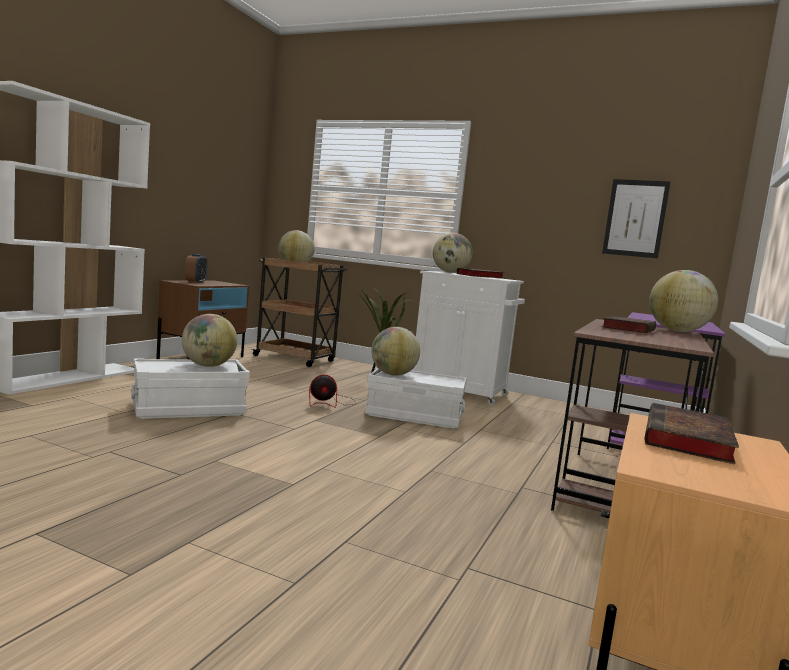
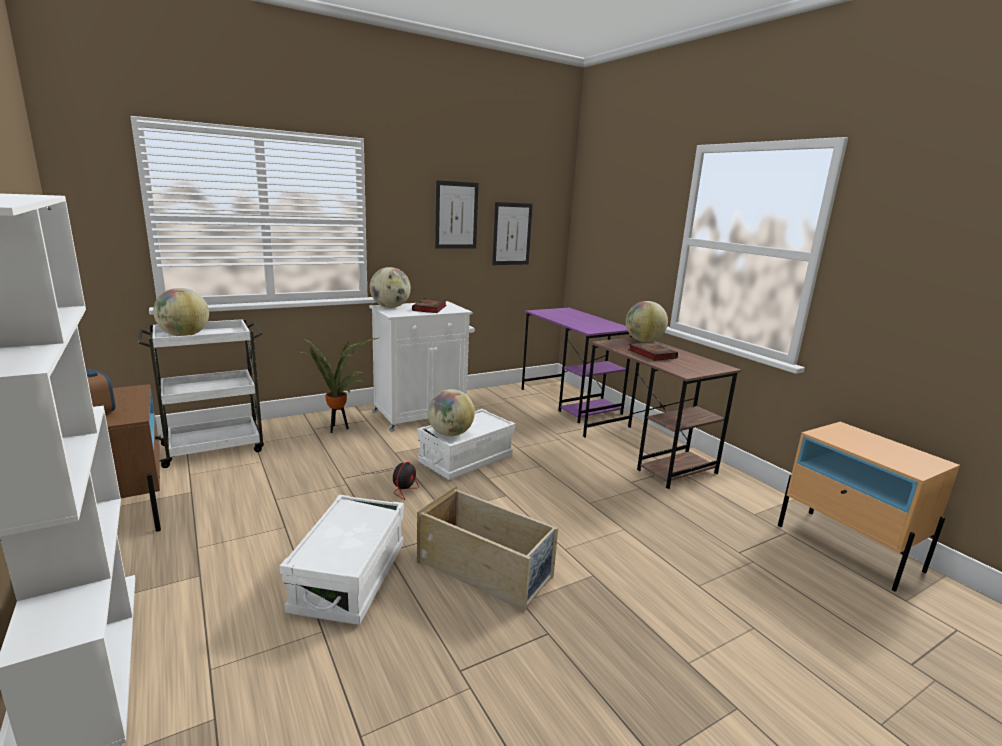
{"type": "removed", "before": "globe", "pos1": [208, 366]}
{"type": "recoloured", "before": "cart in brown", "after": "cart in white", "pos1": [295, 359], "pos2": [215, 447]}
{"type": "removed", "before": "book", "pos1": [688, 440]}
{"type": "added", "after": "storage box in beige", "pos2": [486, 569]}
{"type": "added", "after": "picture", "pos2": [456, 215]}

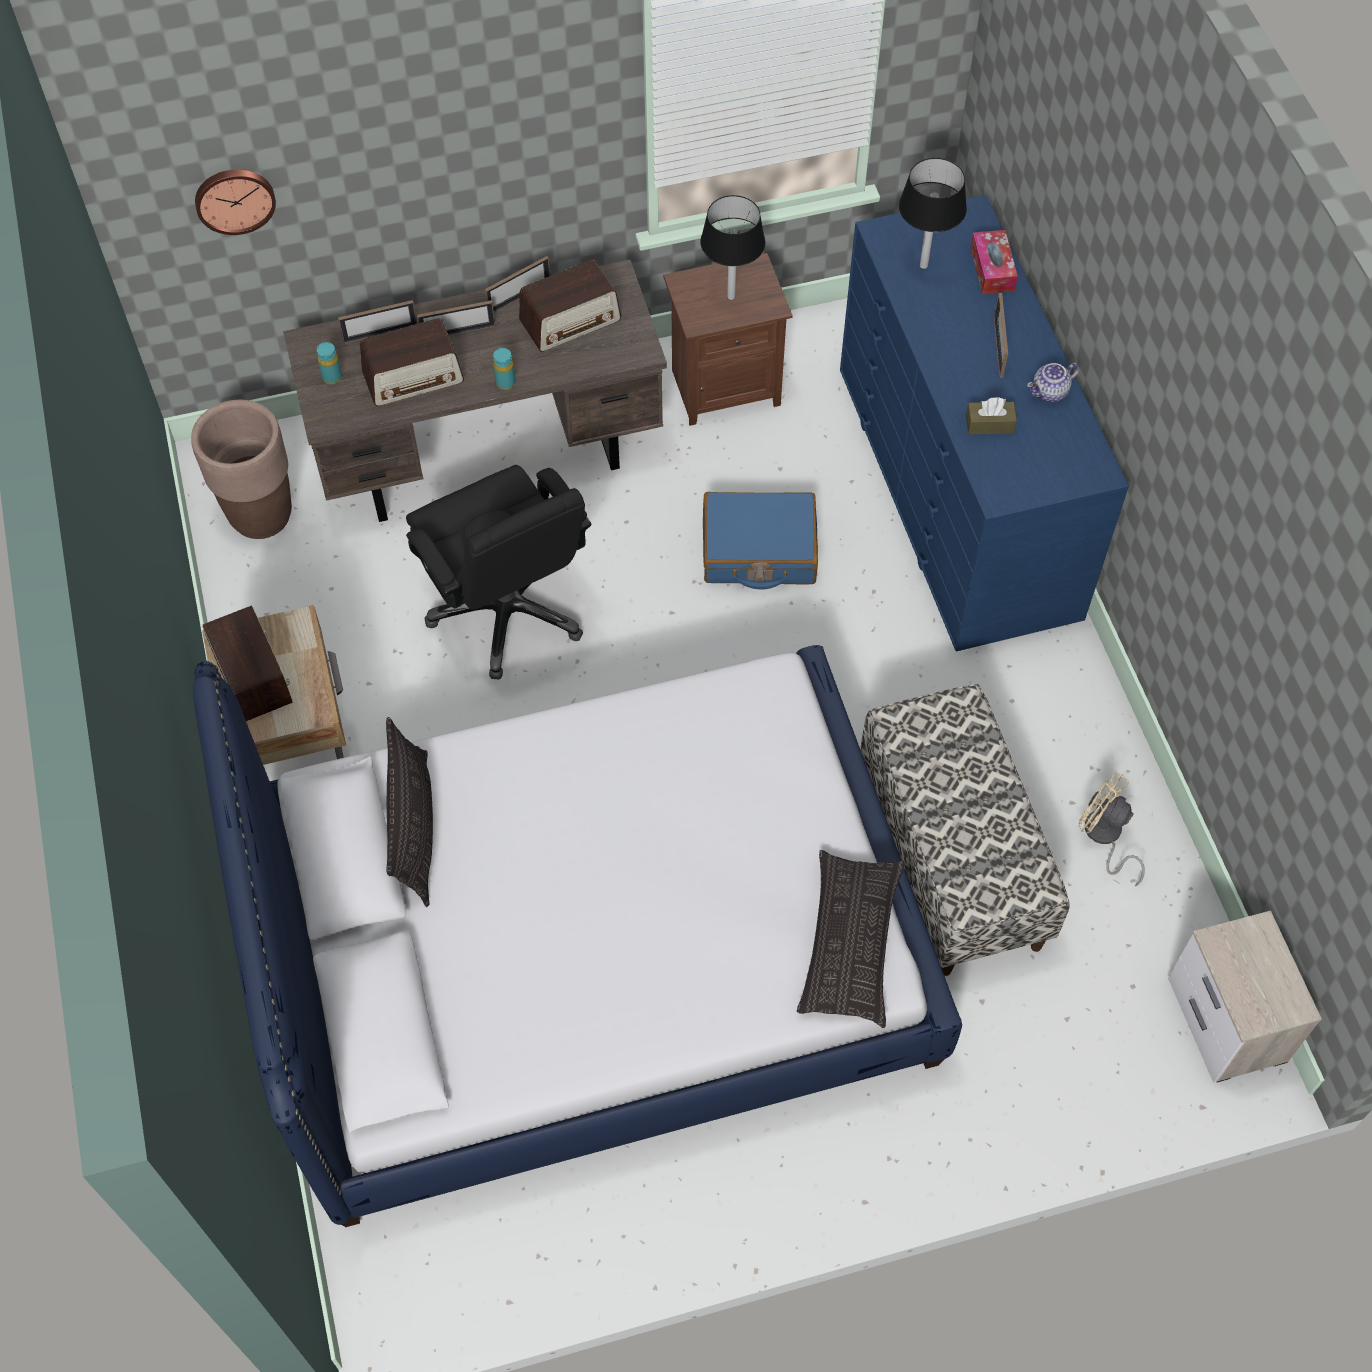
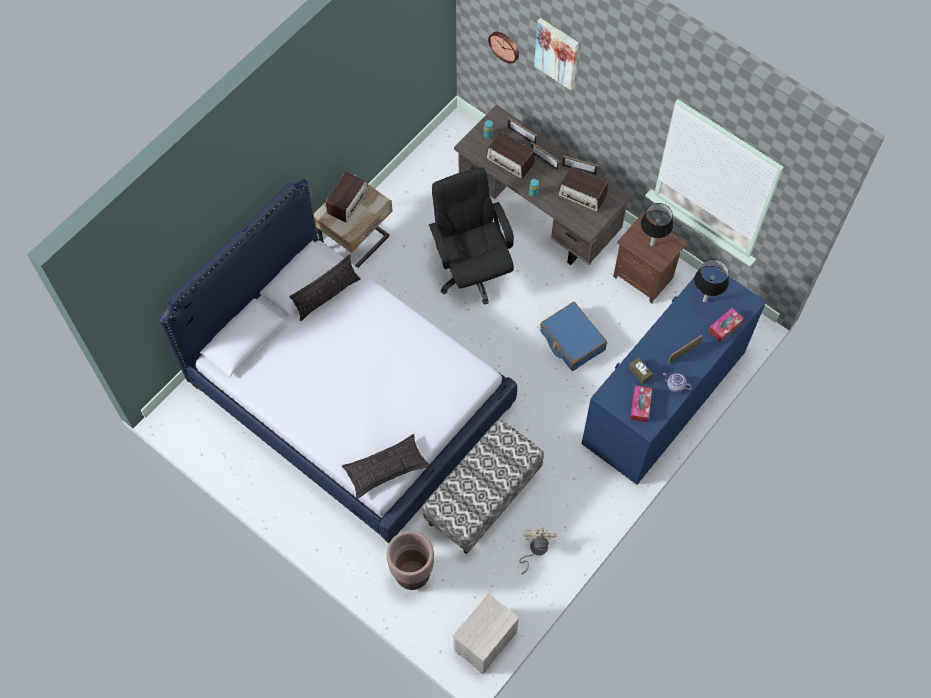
{"type": "moved", "before": "planter in brown", "pos1": [261, 516], "pos2": [412, 574]}
{"type": "turned", "before": "office chair in black", "pos1": [508, 612], "pos2": [471, 271], "turn": 135}
{"type": "added", "after": "picture", "pos2": [557, 53]}
{"type": "added", "after": "tissue box", "pos2": [640, 406]}

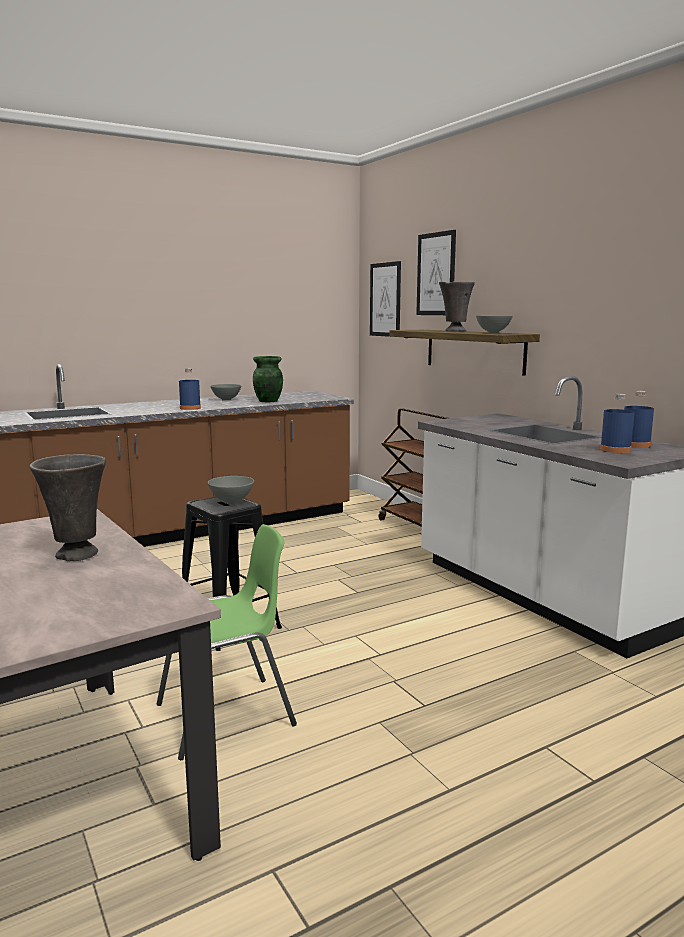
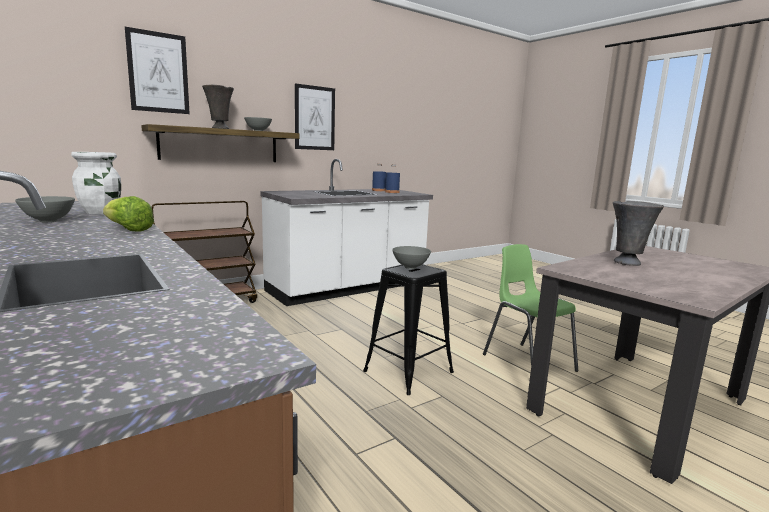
{"type": "replaced", "before": "bottle in blue", "after": "lettuce", "pos1": [190, 408], "pos2": [128, 230]}
{"type": "recoloured", "before": "vase in green", "after": "vase in white", "pos1": [268, 401], "pos2": [101, 212]}
{"type": "moved", "before": "picture", "pos1": [385, 299], "pos2": [314, 118]}

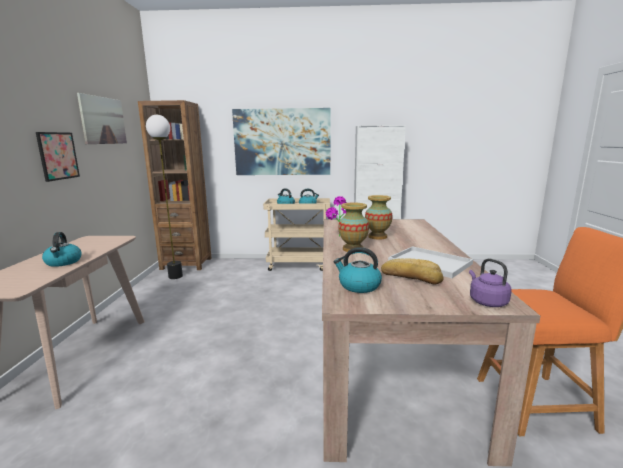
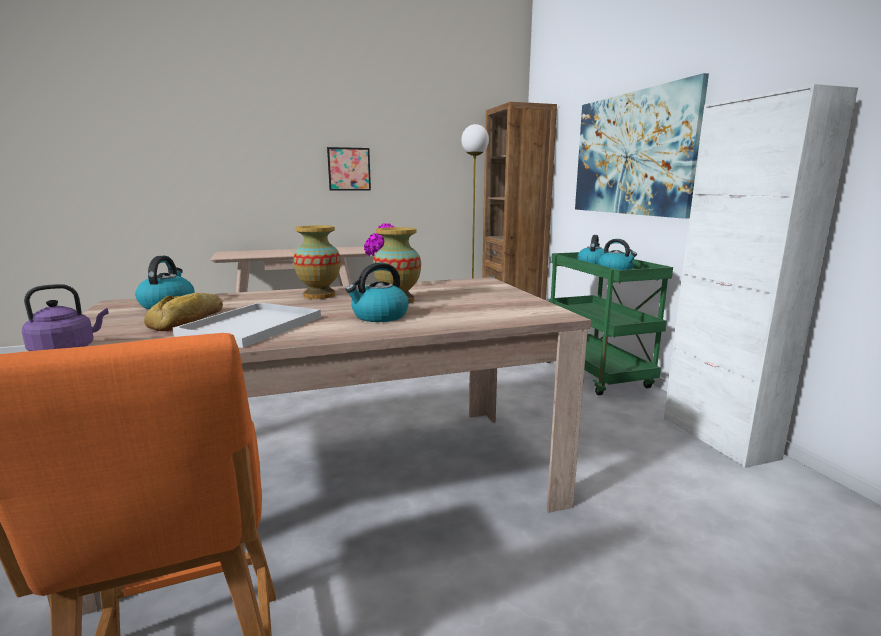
{"type": "moved", "before": "kettle", "pos1": [63, 262], "pos2": [379, 316]}
{"type": "removed", "before": "picture", "pos1": [103, 120]}
{"type": "recoloured", "before": "cart in beige", "after": "cart in green", "pos1": [299, 265], "pos2": [598, 375]}

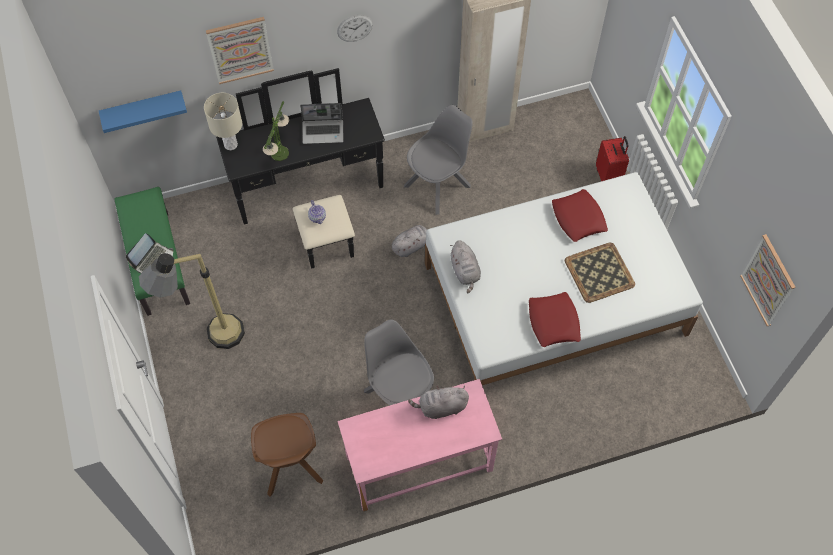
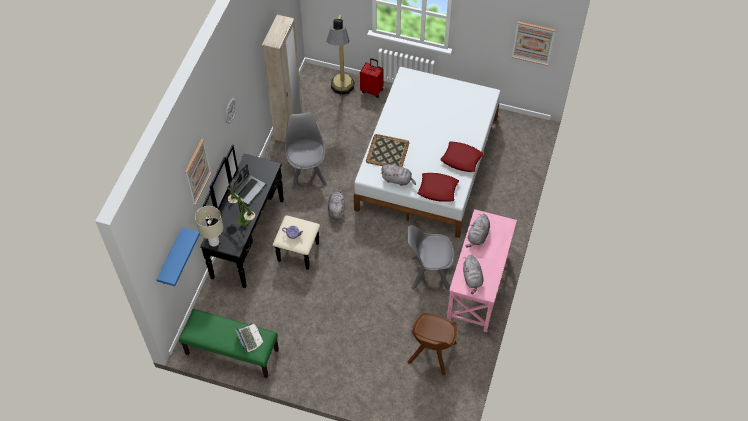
{"type": "moved", "before": "floor lamp", "pos1": [210, 340], "pos2": [341, 94]}
{"type": "turned", "before": "chair in brown", "pos1": [290, 466], "pos2": [431, 354], "turn": 90}
{"type": "moved", "before": "pillow in red", "pos1": [578, 218], "pos2": [438, 189]}
{"type": "moved", "before": "tray", "pos1": [600, 273], "pos2": [388, 151]}
{"type": "added", "after": "plush toy in grey", "pos2": [472, 278]}

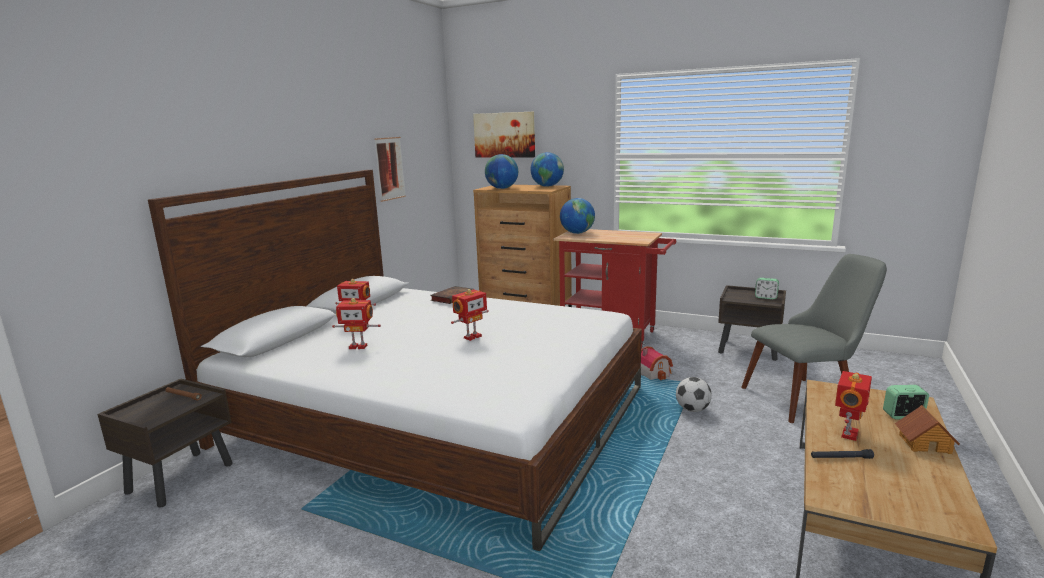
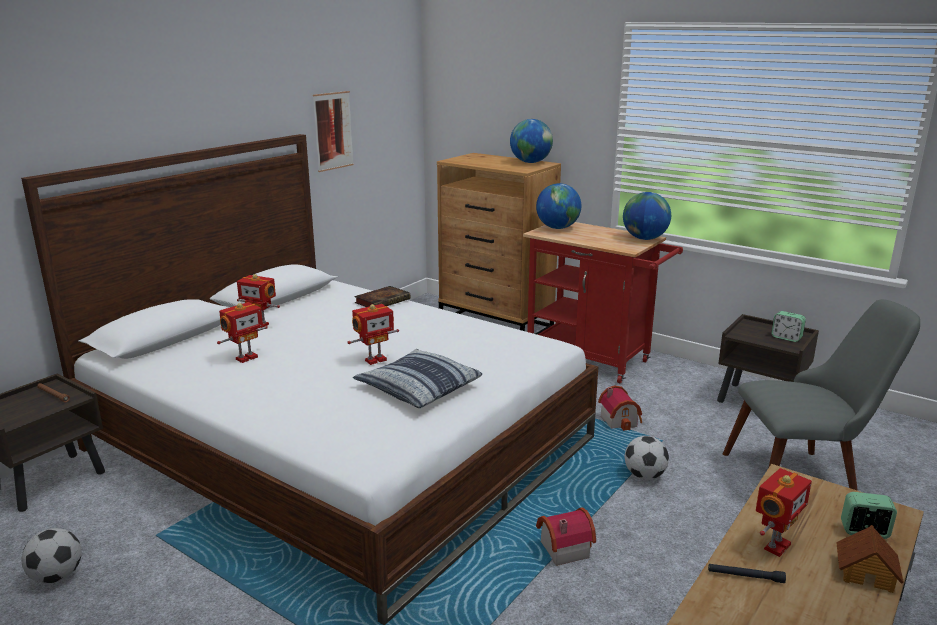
{"type": "turned", "before": "toy robot", "pos1": [358, 346], "pos2": [246, 358], "turn": -60}
{"type": "removed", "before": "picture", "pos1": [504, 135]}
{"type": "moved", "before": "globe", "pos1": [502, 188], "pos2": [644, 239]}
{"type": "added", "after": "football", "pos2": [57, 576]}
{"type": "added", "after": "pillow", "pos2": [418, 388]}
{"type": "added", "after": "toy house", "pos2": [562, 548]}

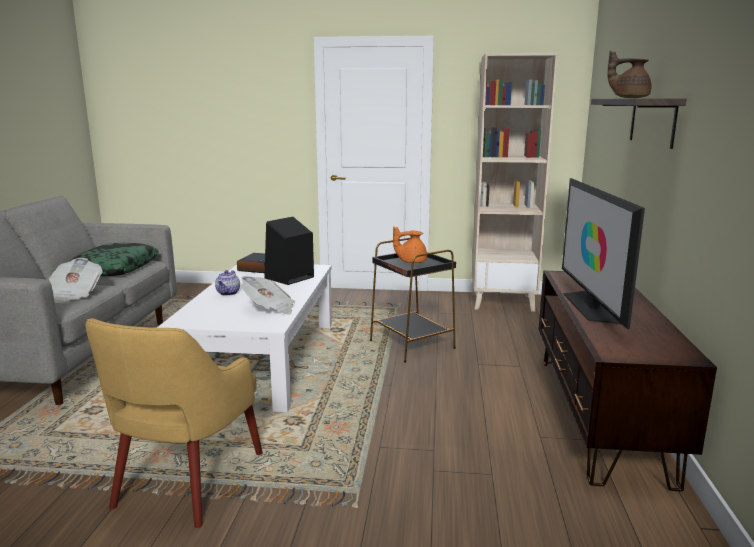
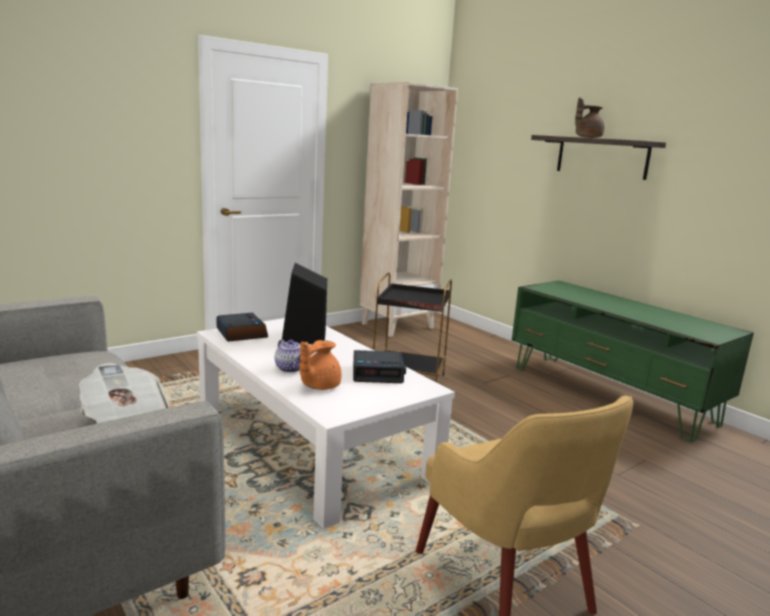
{"type": "removed", "before": "pillow", "pos1": [115, 268]}
{"type": "replaced", "before": "newspaper", "after": "alarm clock", "pos1": [269, 309], "pos2": [378, 373]}
{"type": "moved", "before": "teapot in orange", "pos1": [411, 261], "pos2": [318, 386]}
{"type": "recoloured", "before": "tv stand in brown", "after": "tv stand in green", "pos1": [598, 414], "pos2": [609, 394]}
{"type": "removed", "before": "television", "pos1": [592, 307]}

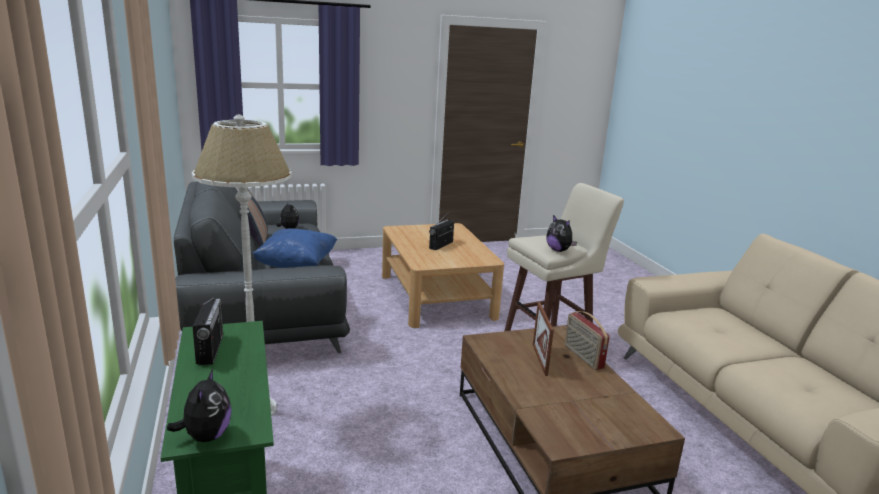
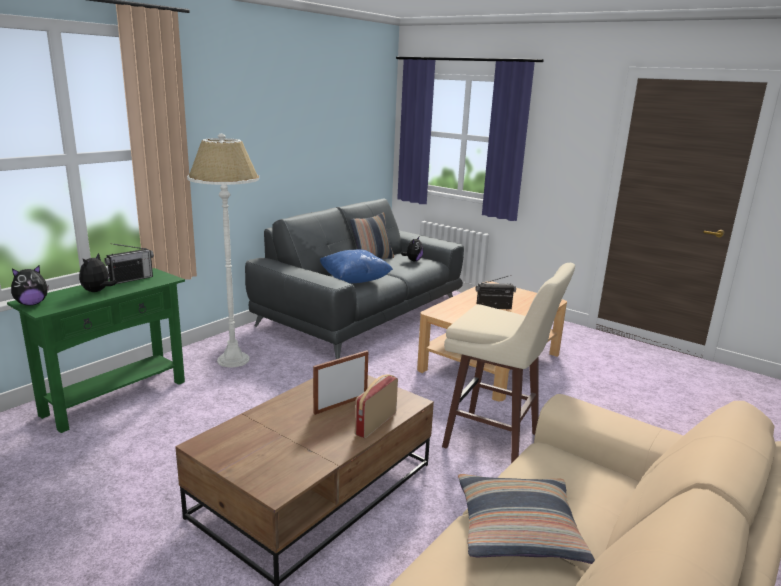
{"type": "moved", "before": "plush toy", "pos1": [559, 250], "pos2": [97, 291]}
{"type": "added", "after": "pillow", "pos2": [518, 529]}

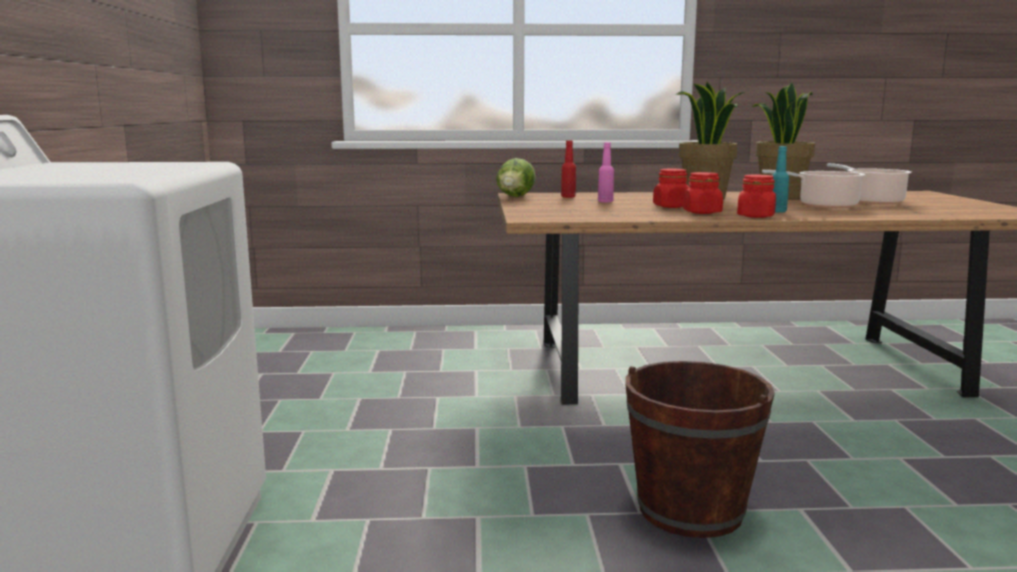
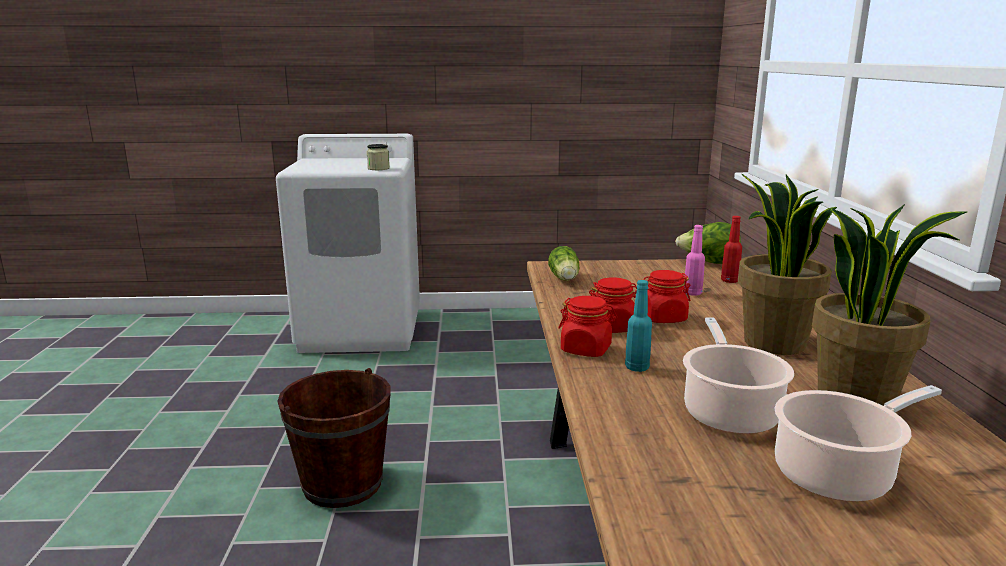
{"type": "added", "after": "jar", "pos2": [378, 168]}
{"type": "added", "after": "lettuce", "pos2": [564, 279]}

